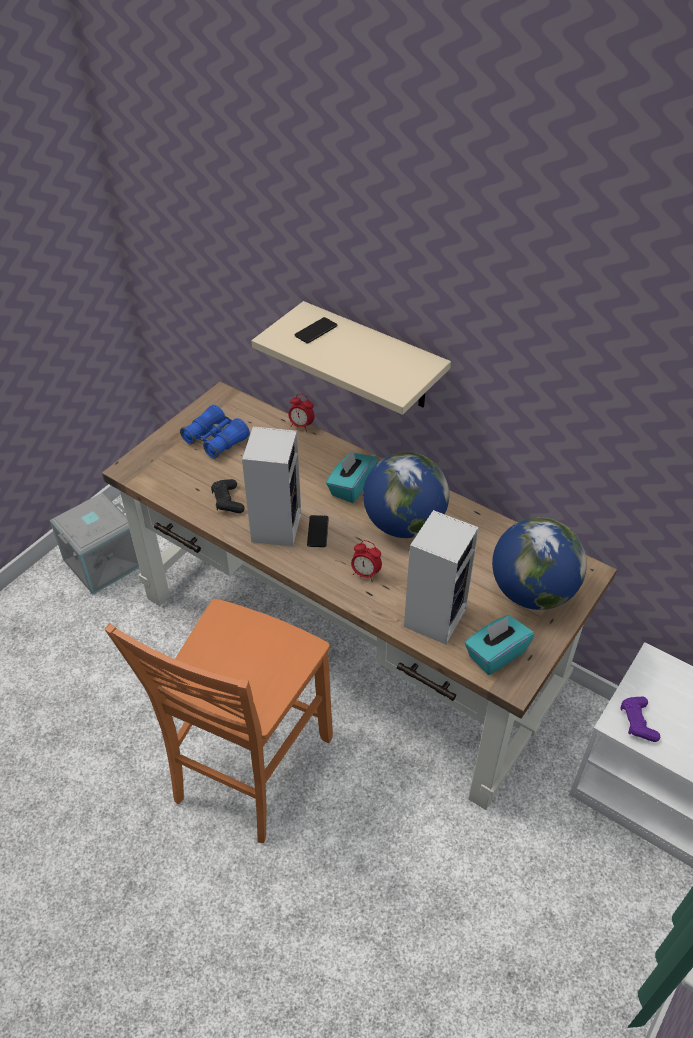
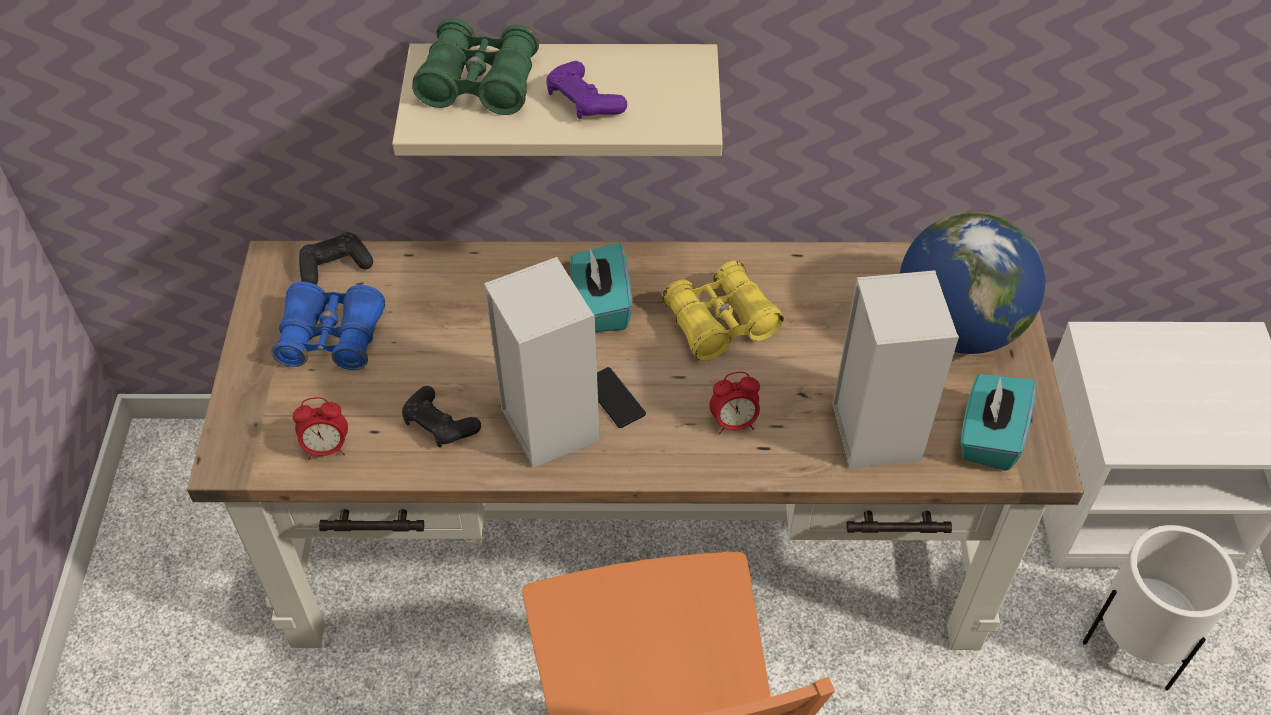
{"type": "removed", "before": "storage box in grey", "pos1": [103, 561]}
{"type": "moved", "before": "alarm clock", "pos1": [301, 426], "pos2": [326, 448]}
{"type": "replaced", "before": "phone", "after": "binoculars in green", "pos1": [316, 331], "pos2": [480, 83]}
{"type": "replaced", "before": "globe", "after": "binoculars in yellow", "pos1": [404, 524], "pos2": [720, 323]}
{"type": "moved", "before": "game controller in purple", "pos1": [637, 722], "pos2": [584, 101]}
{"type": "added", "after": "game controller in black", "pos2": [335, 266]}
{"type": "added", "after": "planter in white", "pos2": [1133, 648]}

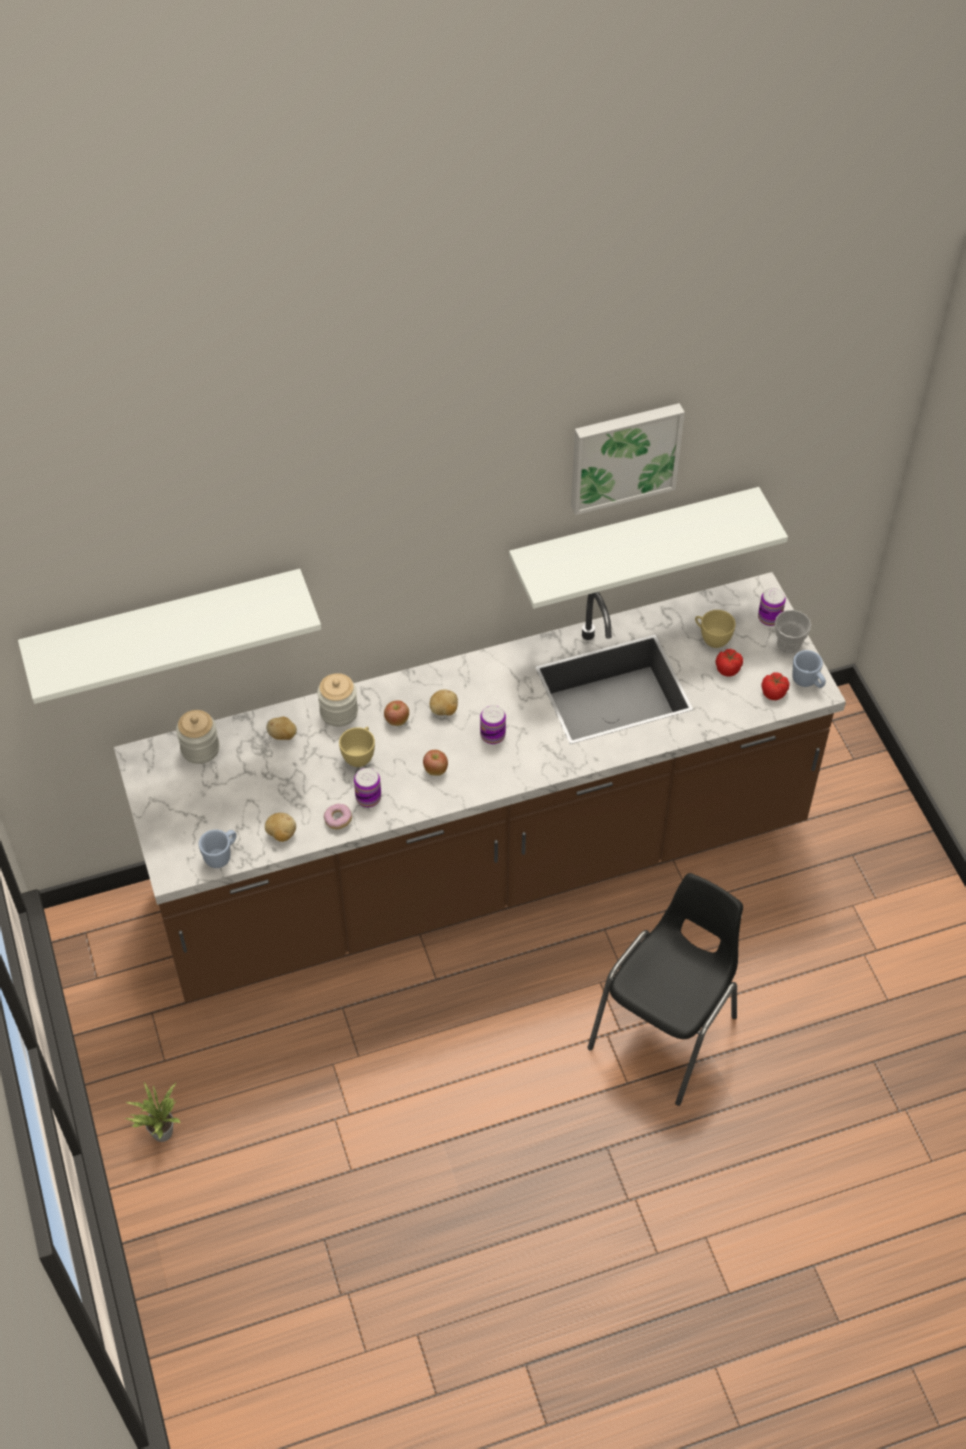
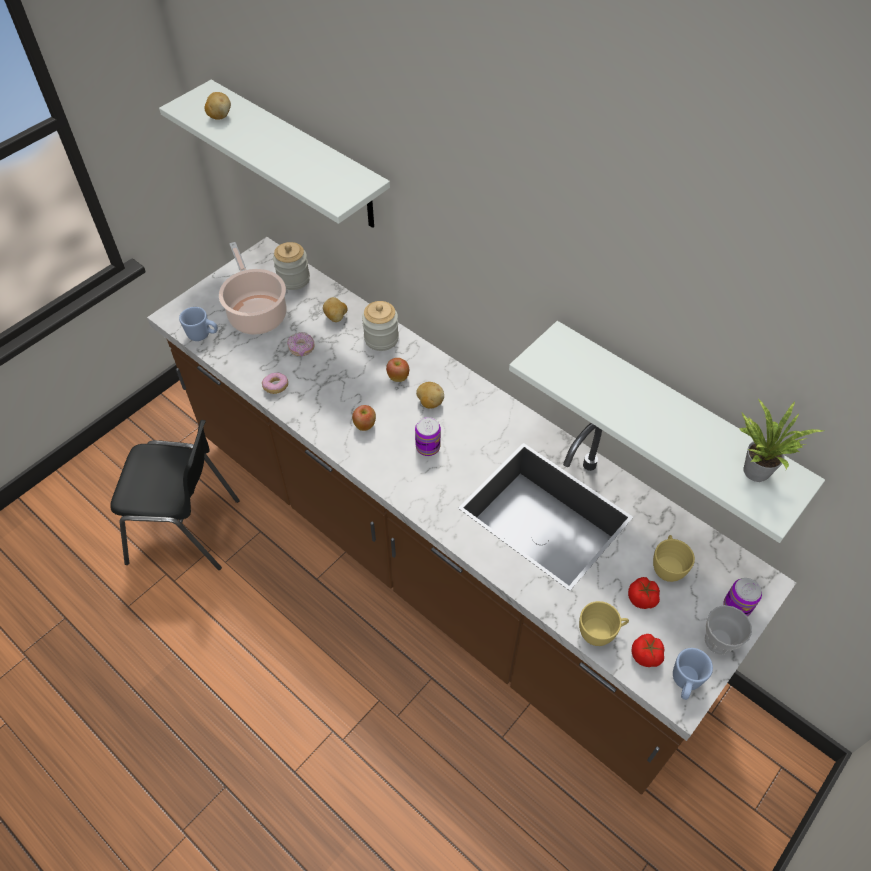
{"type": "moved", "before": "potted plant", "pos1": [160, 1131], "pos2": [755, 468]}
{"type": "moved", "before": "potato", "pos1": [281, 834], "pos2": [219, 116]}
{"type": "moved", "before": "cup in yellow", "pos1": [360, 755], "pos2": [600, 633]}
{"type": "removed", "before": "can", "pos1": [368, 797]}
{"type": "removed", "before": "picture", "pos1": [624, 455]}
{"type": "moved", "before": "chair in black", "pos1": [666, 1031], "pos2": [187, 531]}
{"type": "added", "after": "cooking pot", "pos2": [256, 313]}
{"type": "added", "after": "donut", "pos2": [301, 348]}

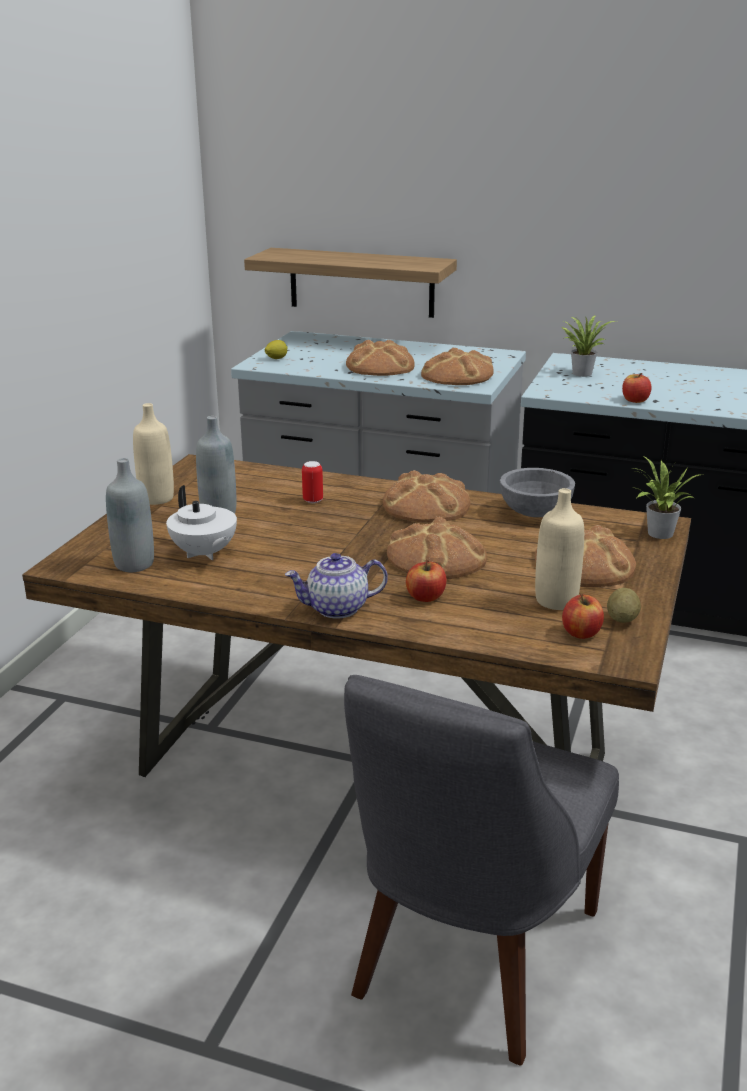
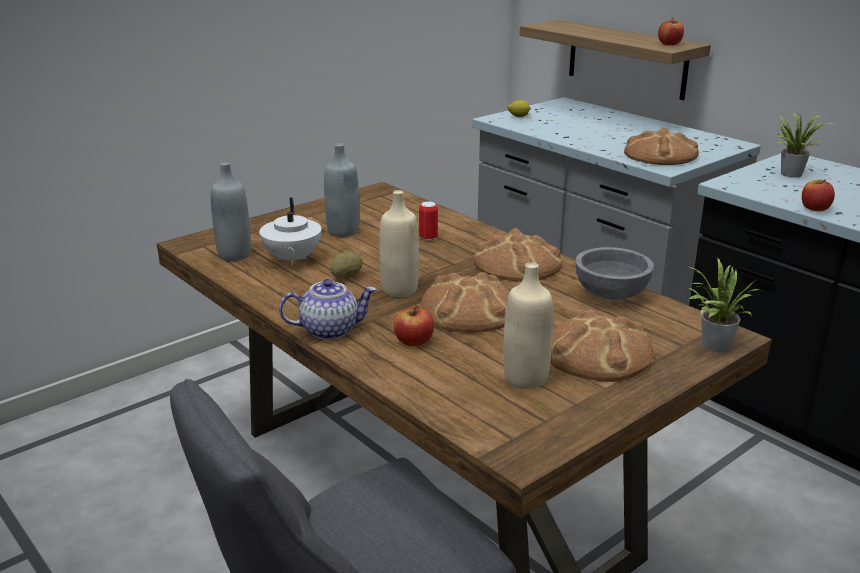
{"type": "moved", "before": "bottle in beige", "pos1": [157, 498], "pos2": [399, 290]}
{"type": "turned", "before": "teapot", "pos1": [337, 609], "pos2": [330, 330], "turn": 150}
{"type": "removed", "before": "bread", "pos1": [380, 366]}
{"type": "moved", "before": "apple", "pos1": [581, 633], "pos2": [669, 44]}
{"type": "moved", "before": "potato", "pos1": [622, 619], "pos2": [346, 277]}

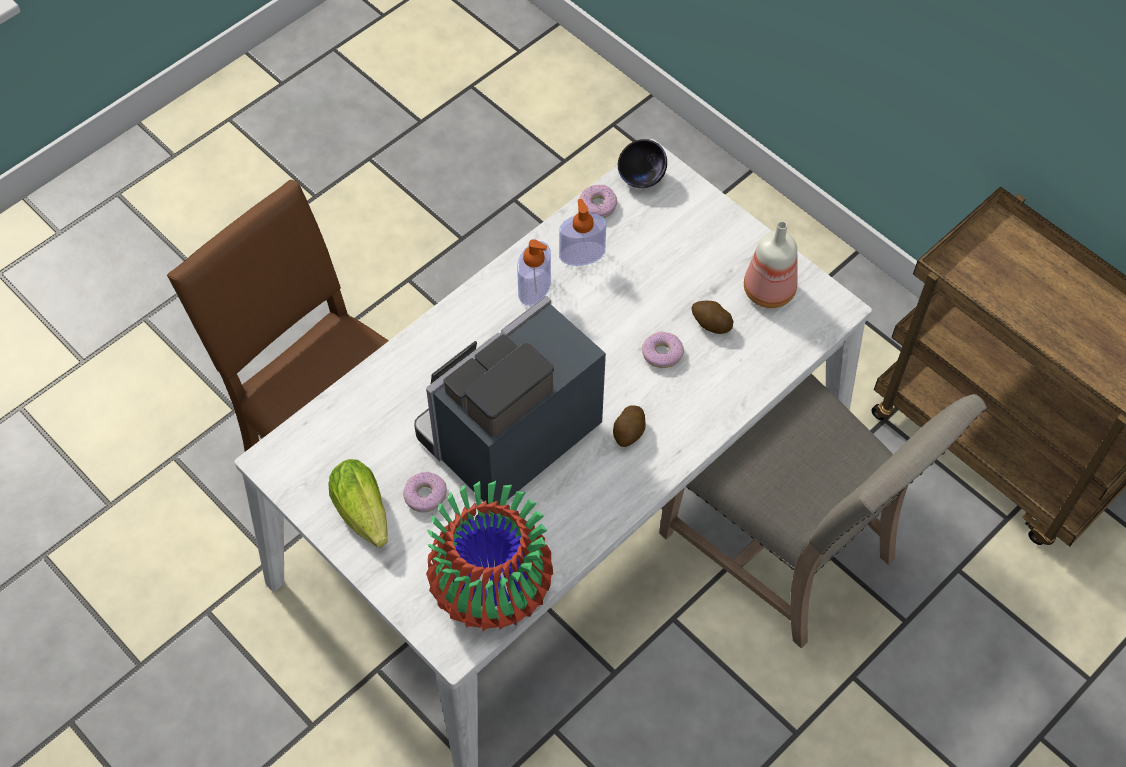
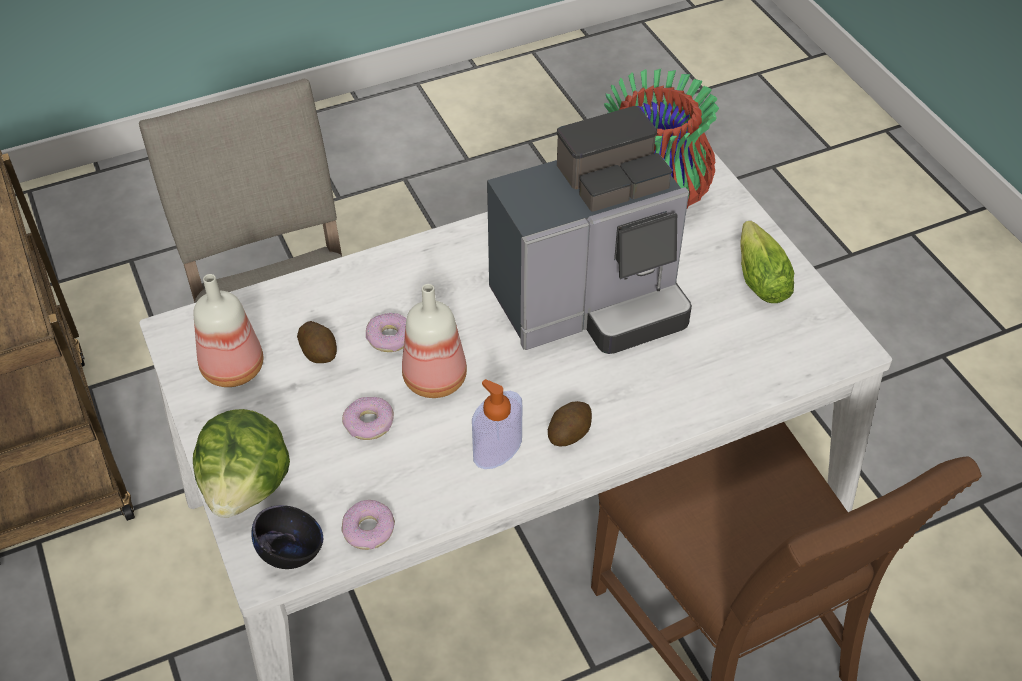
{"type": "moved", "before": "donut", "pos1": [425, 495], "pos2": [369, 423]}
{"type": "removed", "before": "soap dispenser", "pos1": [582, 254]}
{"type": "moved", "before": "potato", "pos1": [629, 433], "pos2": [569, 433]}
{"type": "added", "after": "lettuce", "pos2": [247, 486]}
{"type": "added", "after": "bottle", "pos2": [437, 378]}

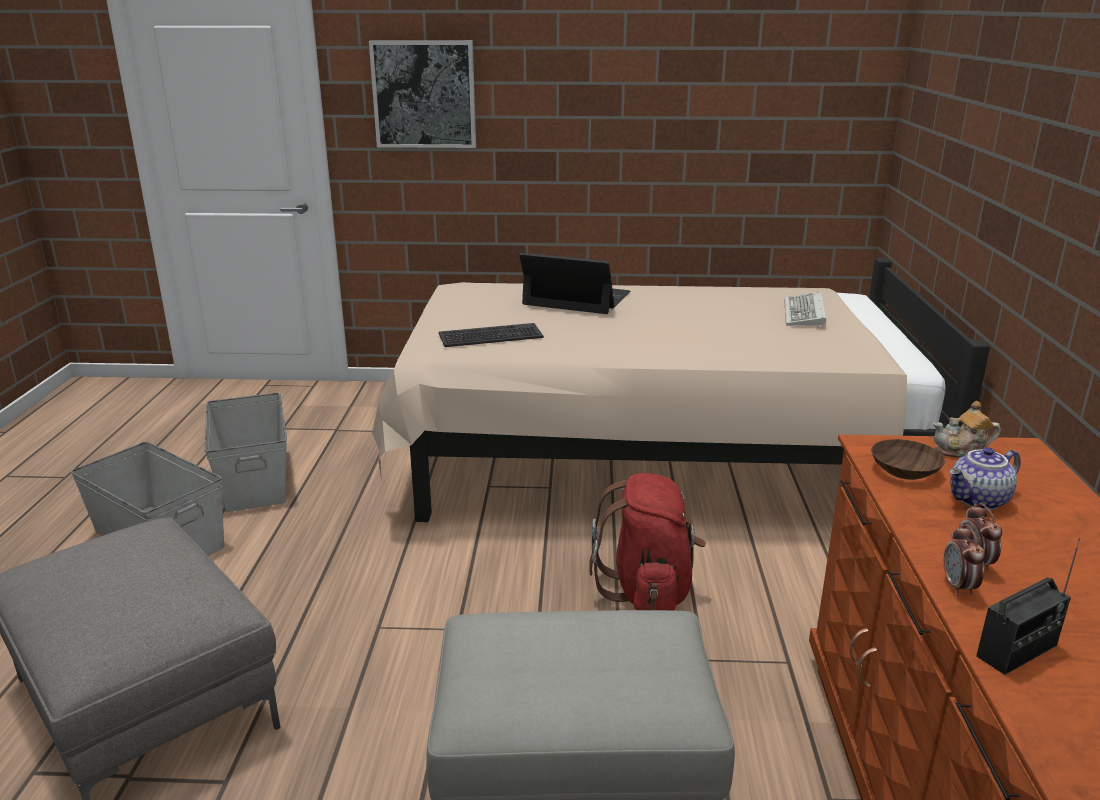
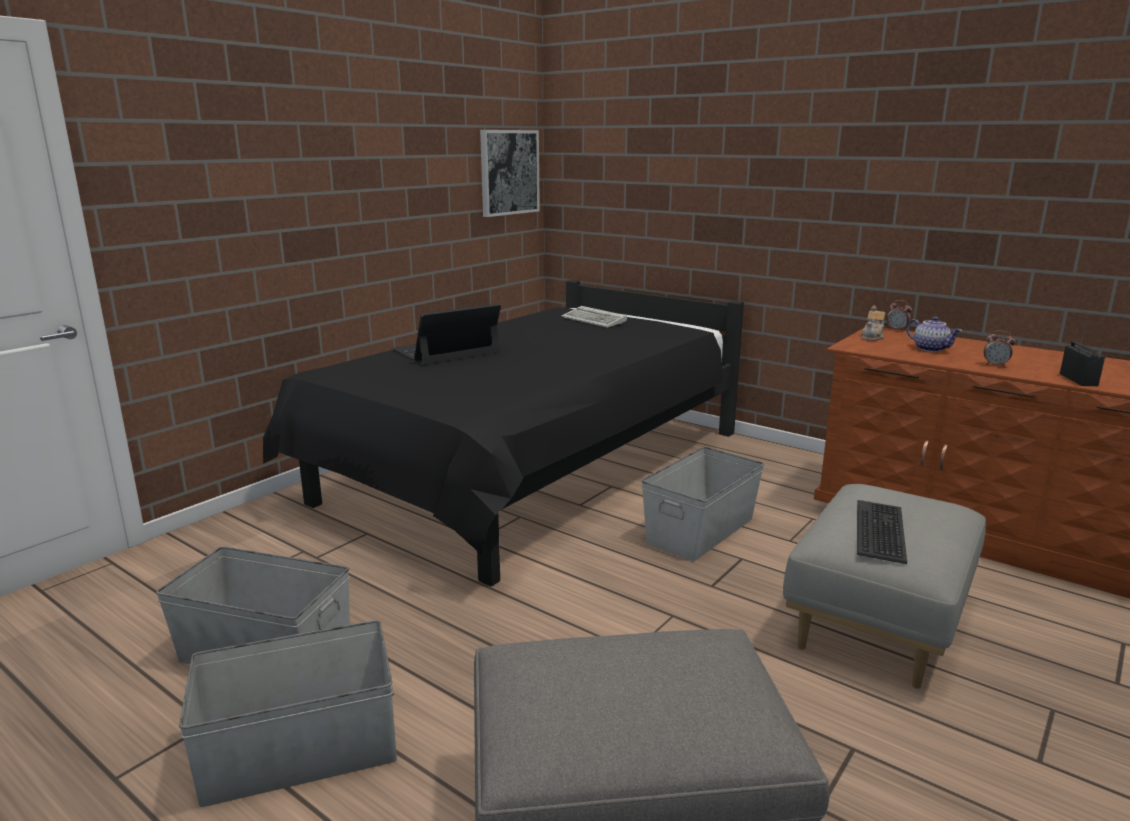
{"type": "moved", "before": "picture", "pos1": [424, 94], "pos2": [509, 172]}
{"type": "recoloured", "before": "bed in beige", "after": "bed in black", "pos1": [647, 457], "pos2": [530, 471]}
{"type": "moved", "before": "keyboard", "pos1": [491, 336], "pos2": [881, 531]}
{"type": "replaced", "before": "backpack in red", "after": "storage box in grey", "pos1": [648, 591], "pos2": [699, 530]}
{"type": "removed", "before": "bowl in brown", "pos1": [904, 471]}
{"type": "moved", "before": "alarm clock", "pos1": [958, 587], "pos2": [897, 330]}
{"type": "turned", "before": "teapot", "pos1": [979, 501], "pos2": [931, 349], "turn": -45}

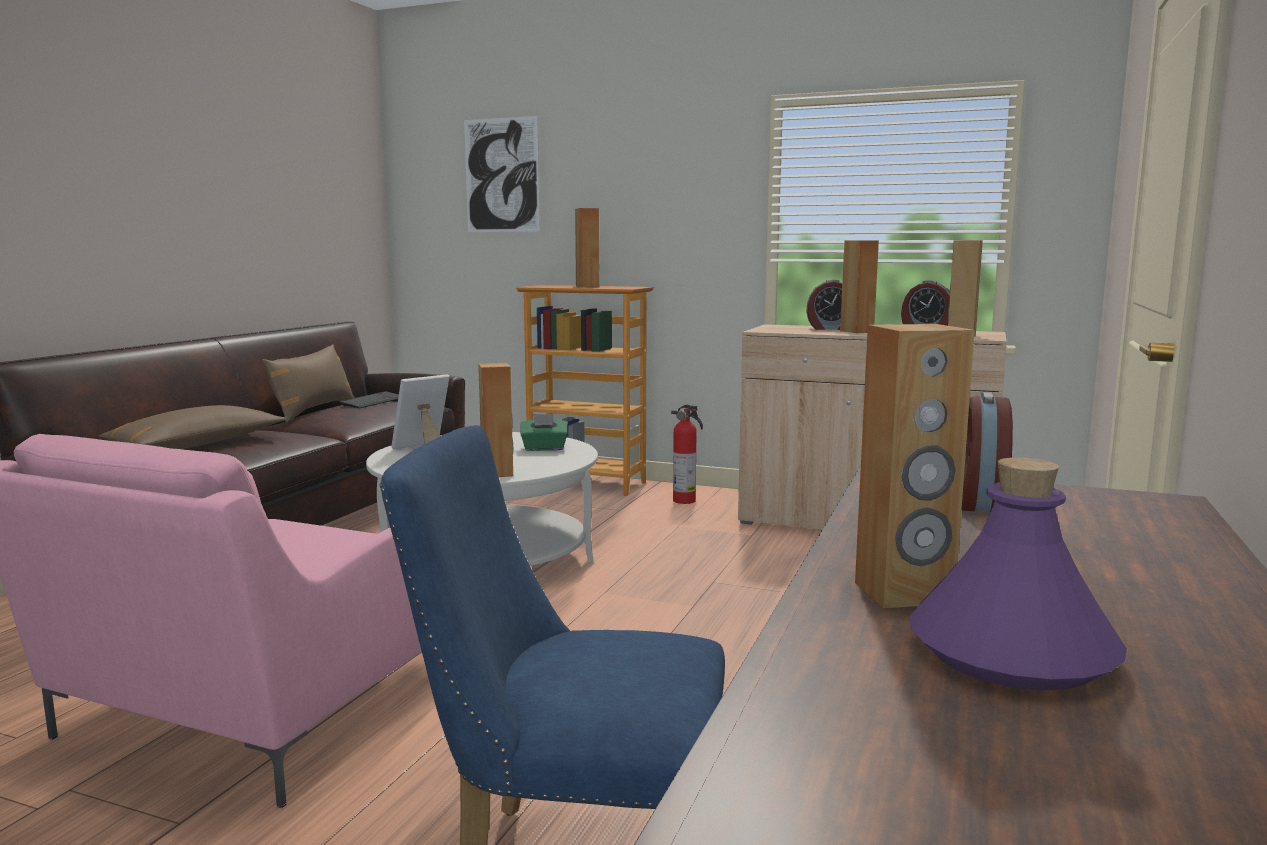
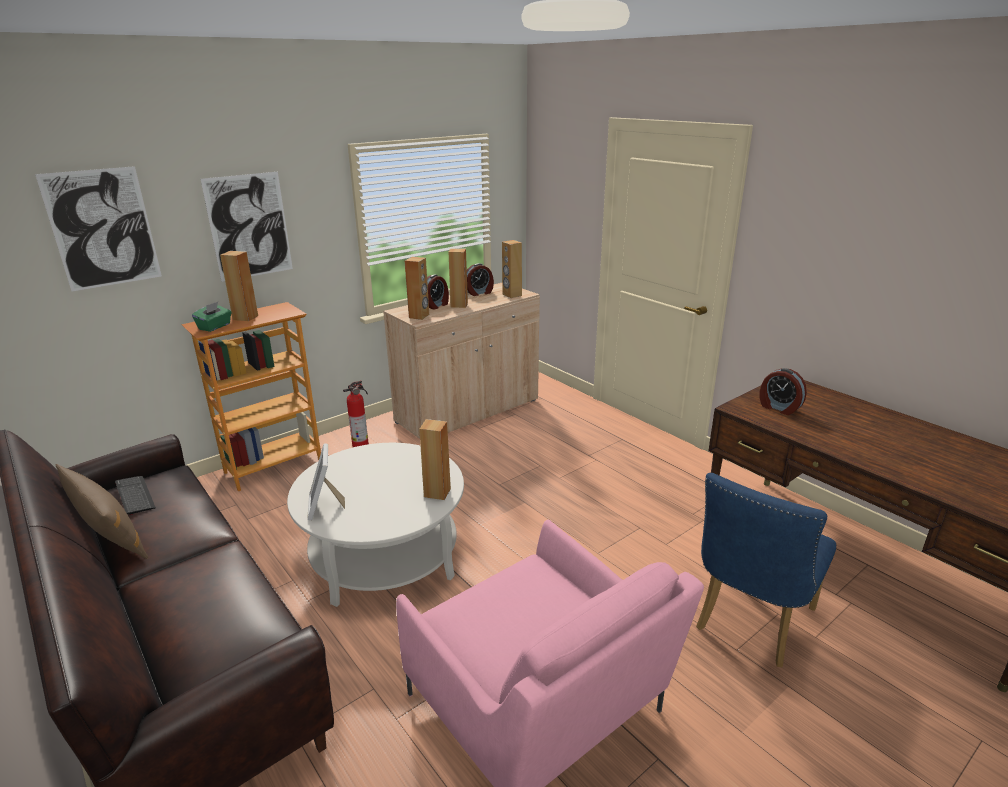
{"type": "removed", "before": "pillow in brown", "pos1": [197, 445]}
{"type": "moved", "before": "tissue box in green", "pos1": [544, 448], "pos2": [215, 327]}
{"type": "moved", "before": "speaker in brown", "pos1": [904, 593], "pos2": [419, 316]}
{"type": "removed", "before": "bottle in purple", "pos1": [1013, 653]}
{"type": "added", "after": "picture", "pos2": [249, 226]}

